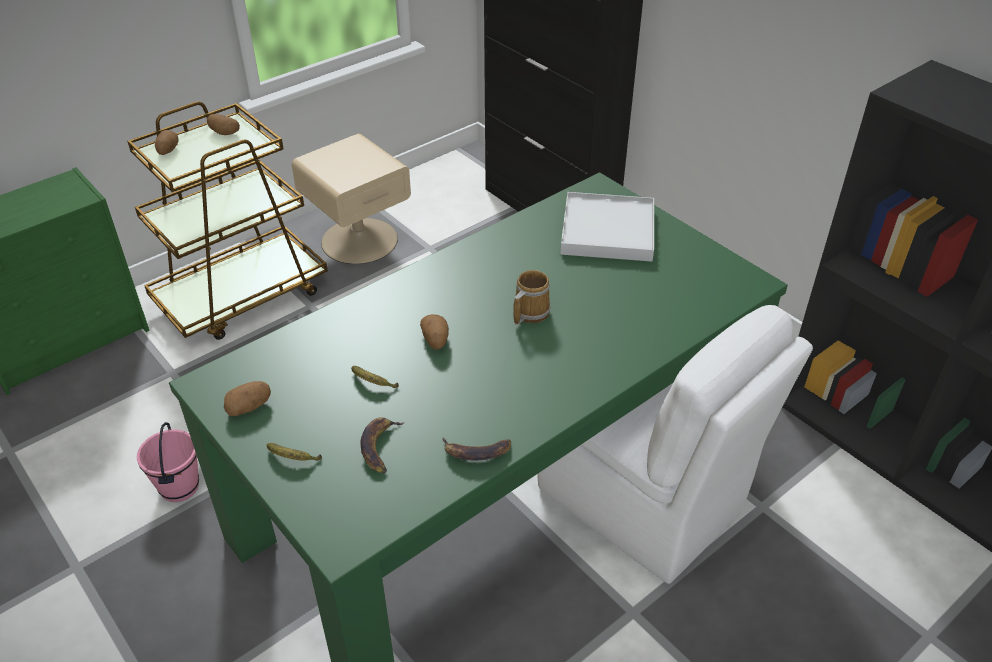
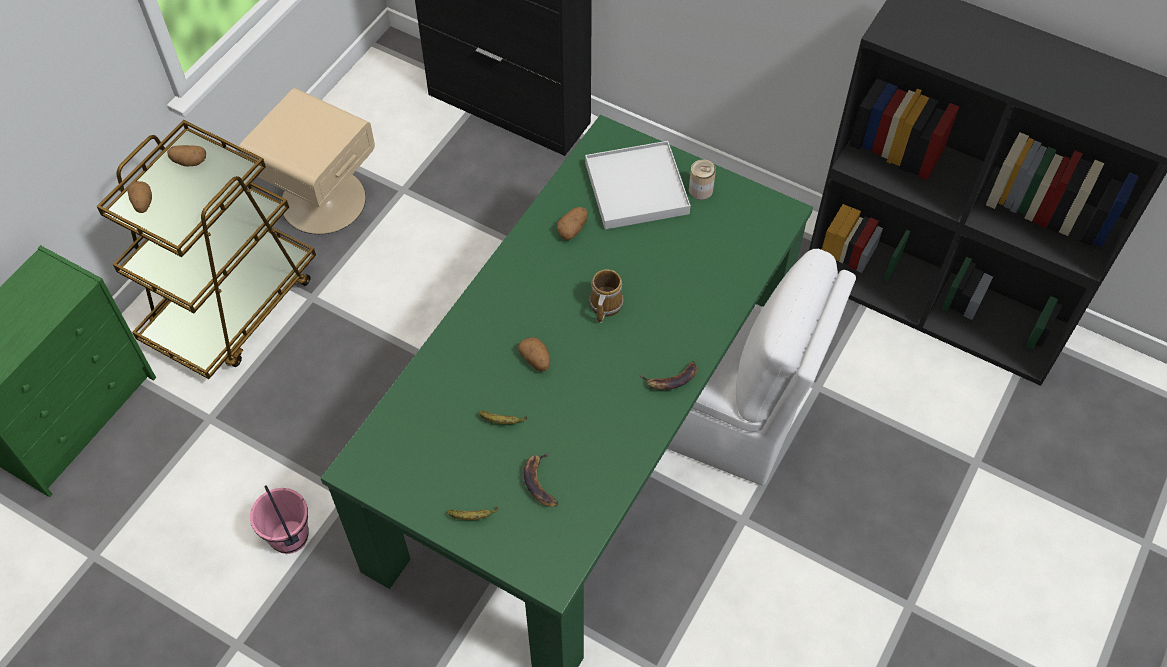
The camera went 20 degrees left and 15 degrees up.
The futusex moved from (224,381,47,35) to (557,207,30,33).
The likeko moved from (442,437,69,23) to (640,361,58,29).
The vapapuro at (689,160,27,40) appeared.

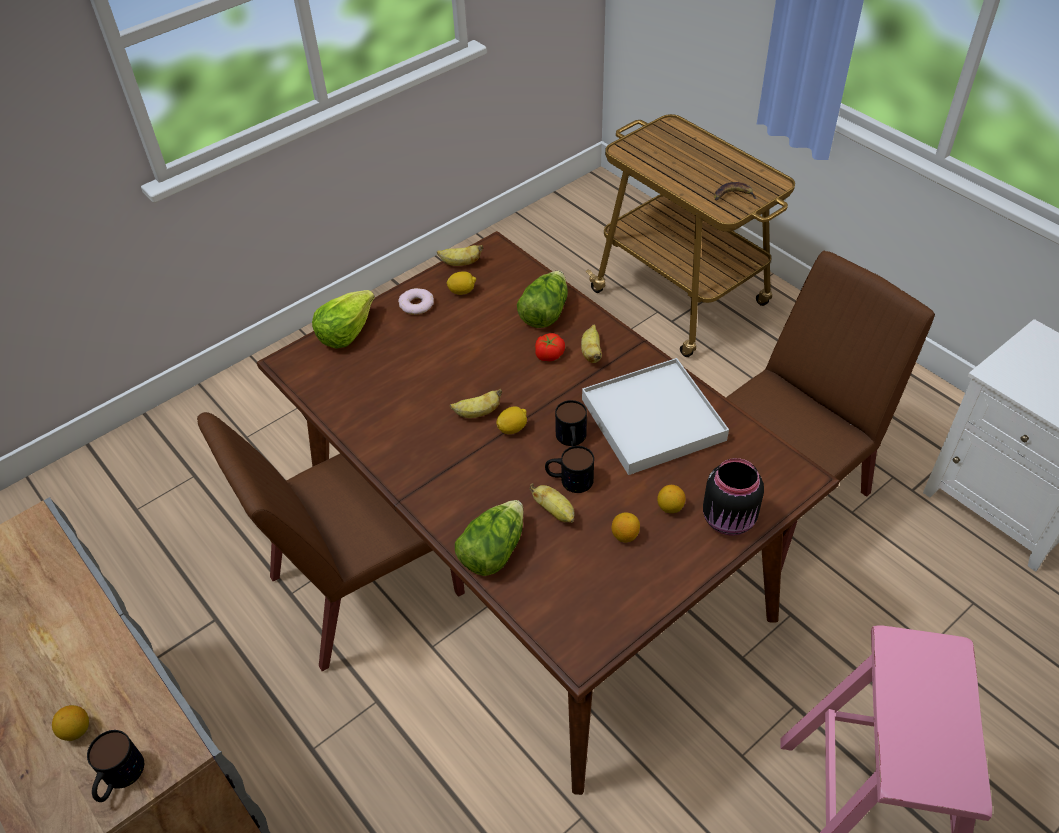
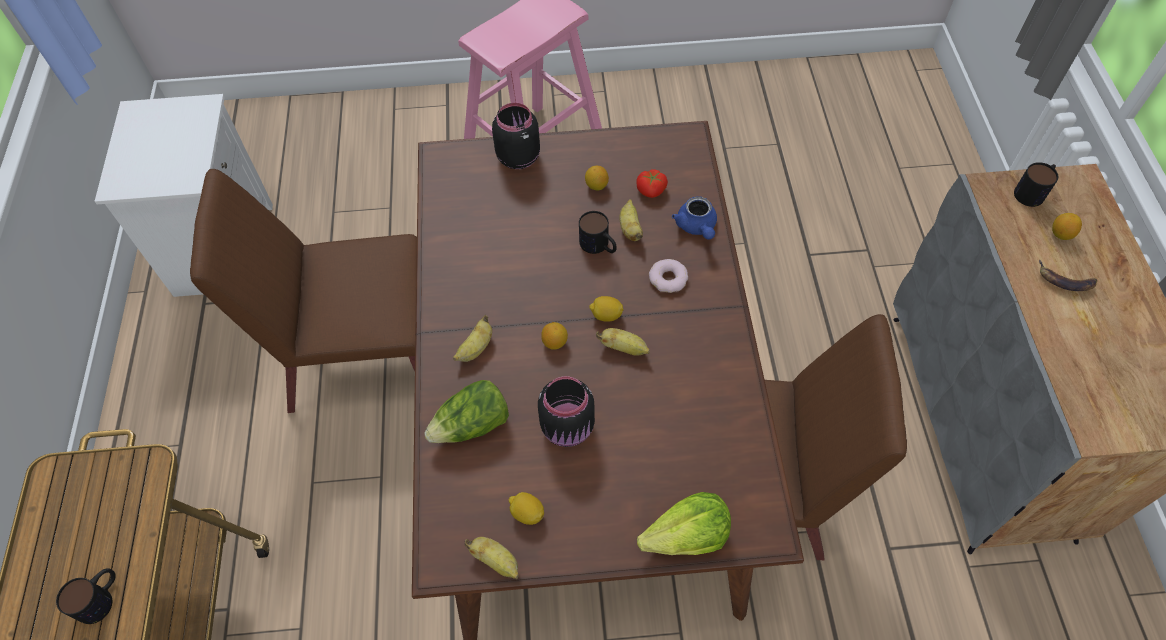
The camera went 145 degrees left and 10 degrees up.
The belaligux moved from (398,288,36,27) to (649,259,39,34).
The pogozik at (455,500,69,76) was replaced by the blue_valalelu at (672,196,45,44).
The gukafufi moved from (535,333,30,28) to (636,169,32,29).
The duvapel moved from (555,400,32,47) to (56,568,60,56).
The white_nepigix at (582,358,147,117) disappeared.
The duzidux moved from (657,485,29,28) to (541,322,27,28).
The likeko moved from (714,182,43,18) to (1039,259,58,32).
The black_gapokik at (538,376,57,71) appeared.

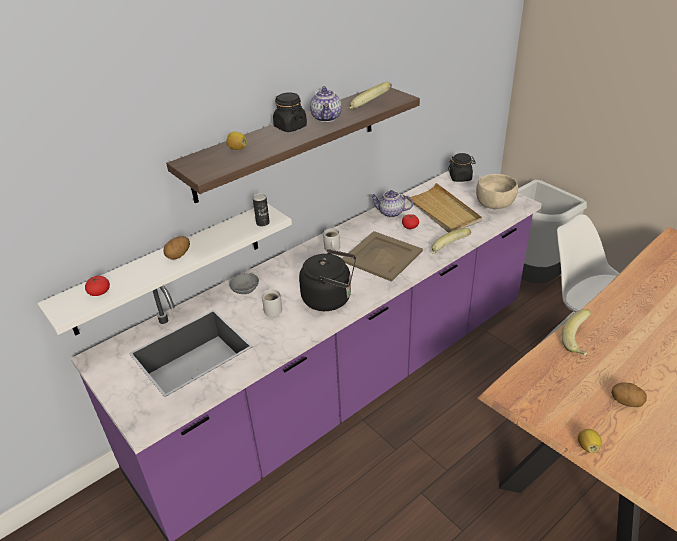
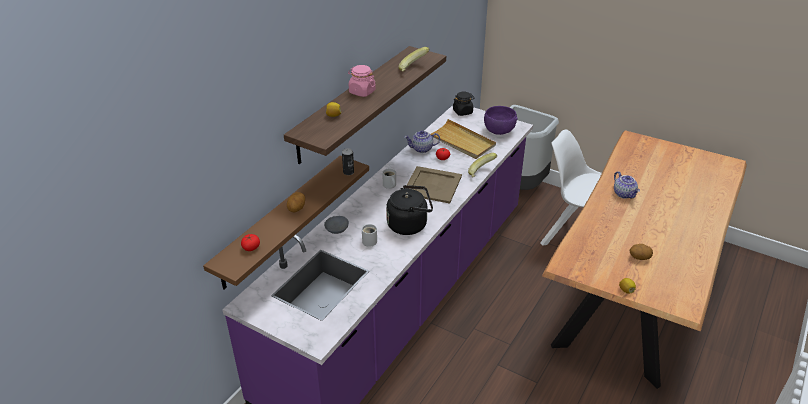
The camera went 20 degrees left and 0 degrees up.
The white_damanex at (37,203,255,133) became the brown_damanex at (203,155,166,135).
The black_gapokik at (273,93,34,39) became the pink_gapokik at (348,65,28,32).
The valalelu moved from (310,86,32,36) to (614,171,26,28).
The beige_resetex at (476,174,42,35) became the purple_resetex at (484,106,34,29).
The likeko at (562,309,29,47) disappeared.

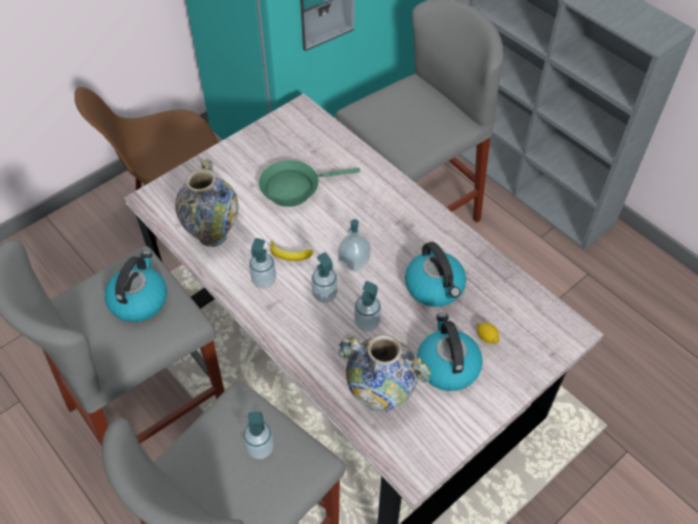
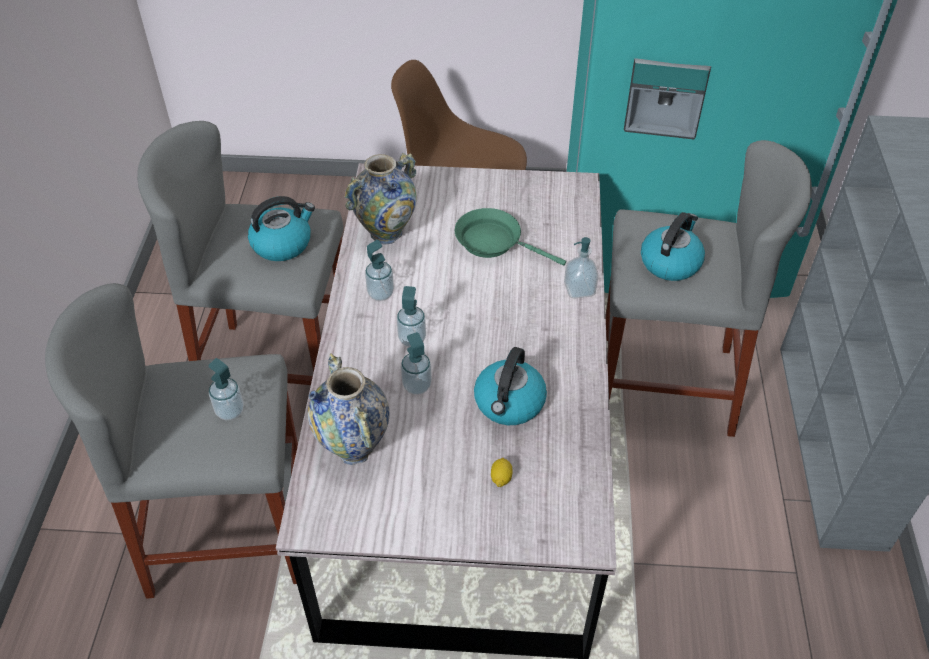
The camera went 45 degrees right and 5 degrees down.
The likeko at (270,241,43,20) disappeared.
The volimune moved from (338,219,33,53) to (564,237,34,62).
The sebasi moved from (417,313,66,78) to (641,212,64,69).

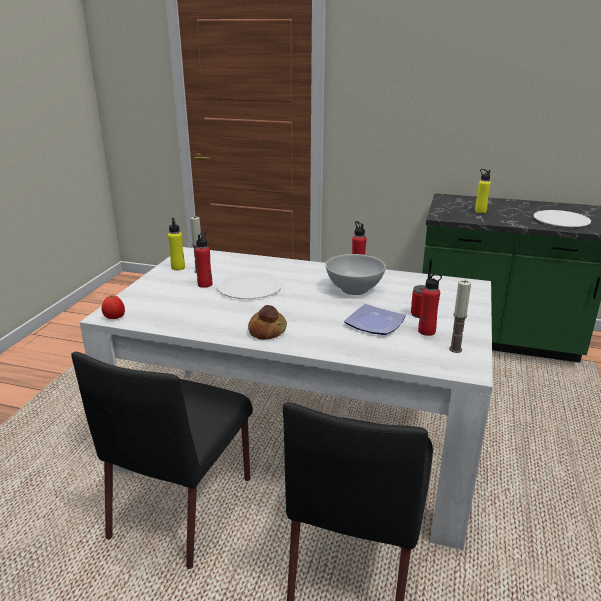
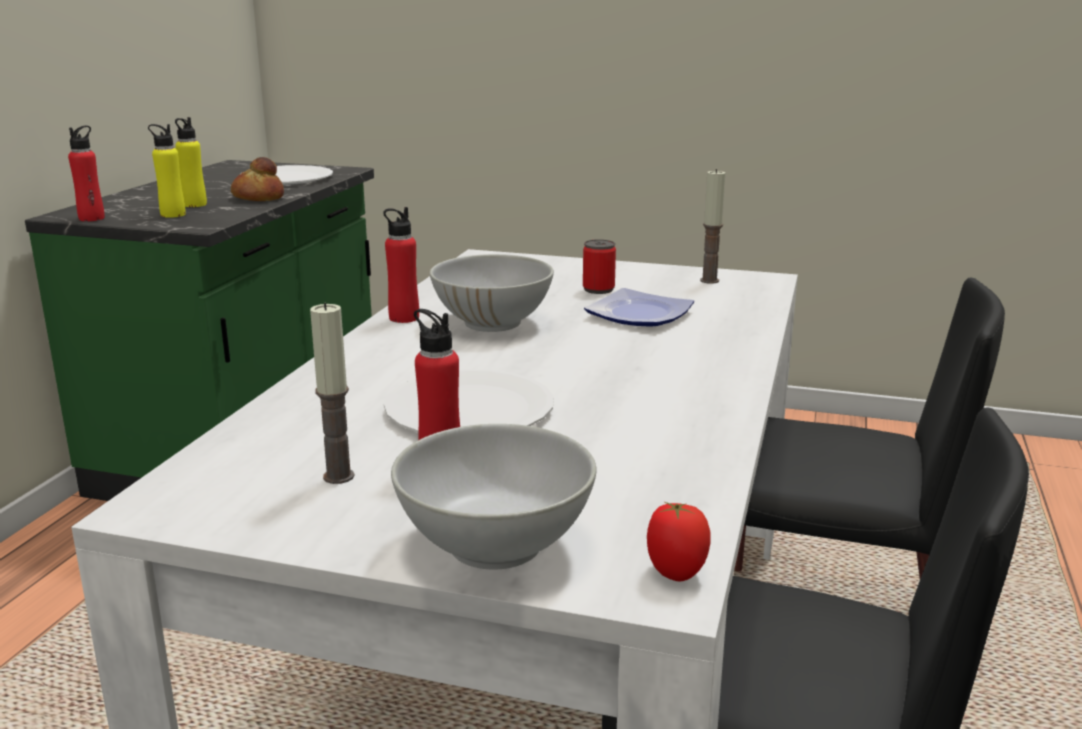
The camera went 90 degrees left and 5 degrees down.
The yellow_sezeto moved from (168,218,17,53) to (148,124,38,94).
The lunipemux moved from (248,305,39,35) to (231,157,53,44).
The red_sezeto moved from (418,272,24,64) to (68,125,37,96).
The white_resetex at (391,424,206,146) appeared.

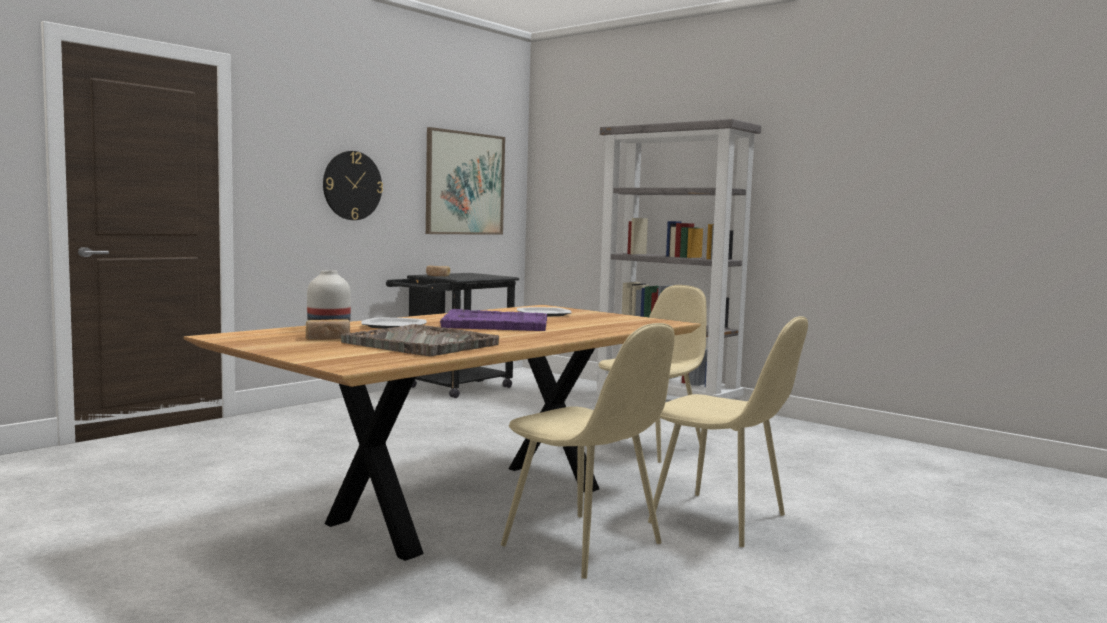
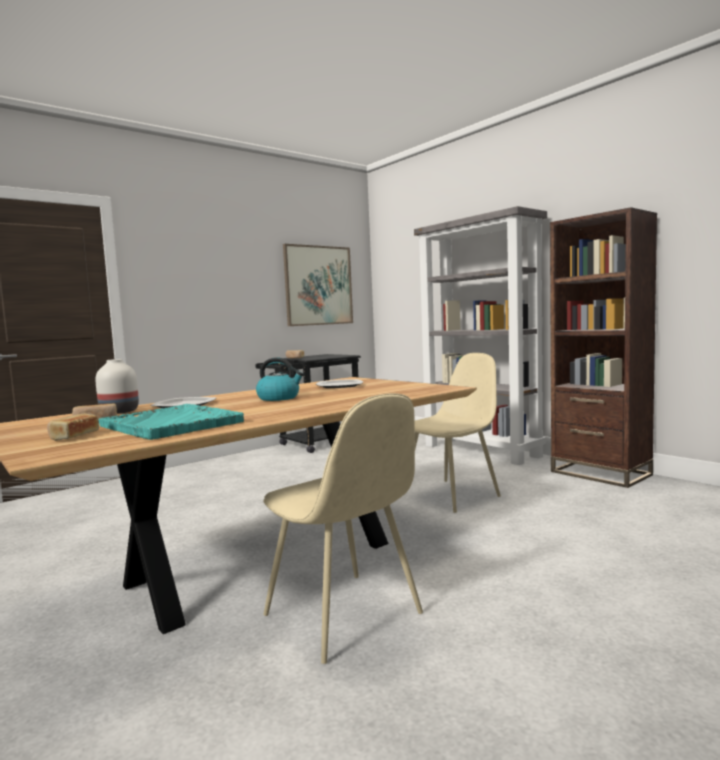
The camera went 10 degrees right and 0 degrees up.
The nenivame at (323,151,60,69) disappeared.
The grey_nepigix at (341,324,158,32) became the turquoise_nepigix at (99,404,145,36).
The purple_nepigix at (440,309,107,22) was replaced by the sebasi at (256,357,48,44).
The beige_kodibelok at (648,316,160,231) disappeared.
The lunipemux at (47,413,52,28) appeared.
The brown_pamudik at (550,207,107,281) appeared.

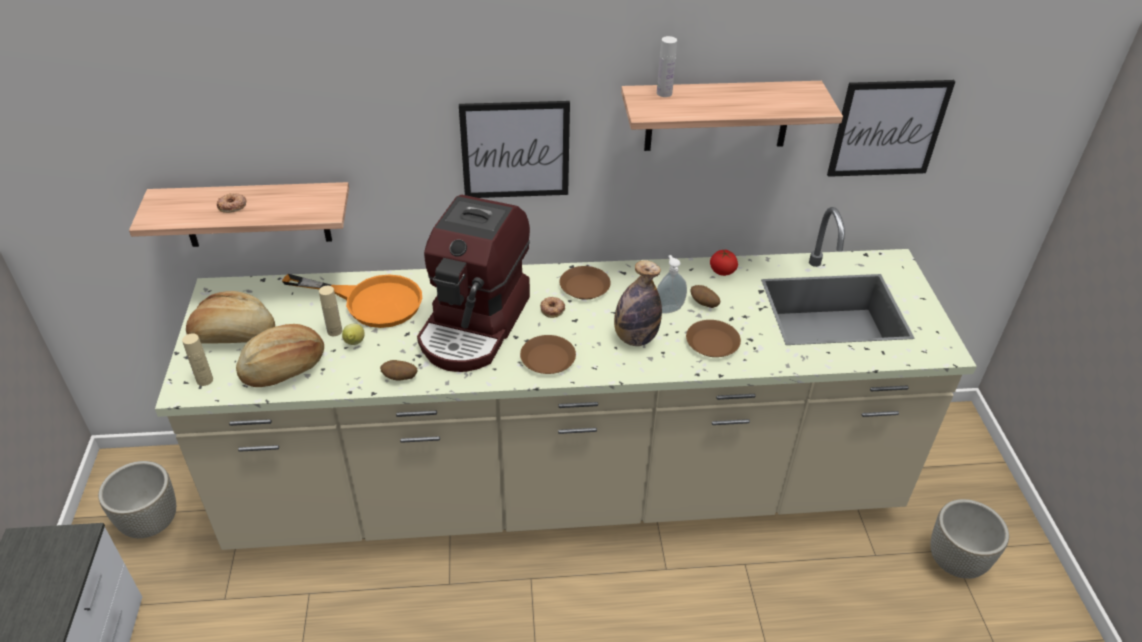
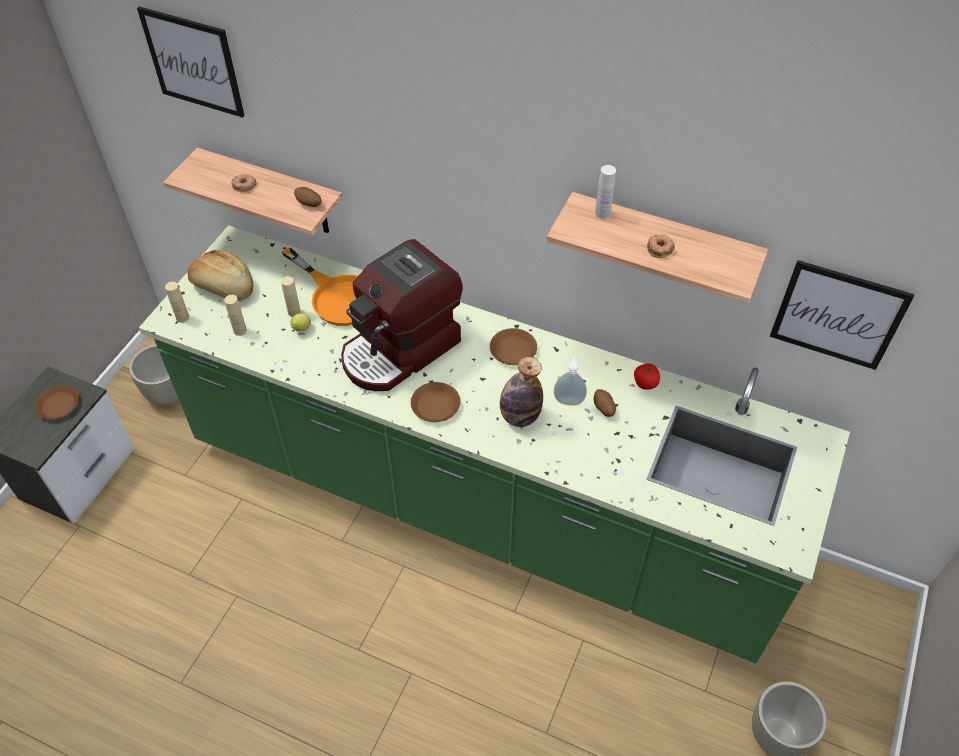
The camera went 30 degrees right and 10 degrees up.
The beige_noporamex at (155,207,822,343) became the green_noporamex at (139,225,711,439).
The lunipemux at (236,324,88,63) was replaced by the beige_sezeto at (224,295,23,41).
The futusex moved from (380,360,37,21) to (294,187,28,20).
The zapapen moved from (459,101,111,97) to (137,6,108,112).
The belaligux moved from (540,297,25,21) to (647,234,28,24).
The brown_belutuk moved from (686,320,55,37) to (34,385,45,35).

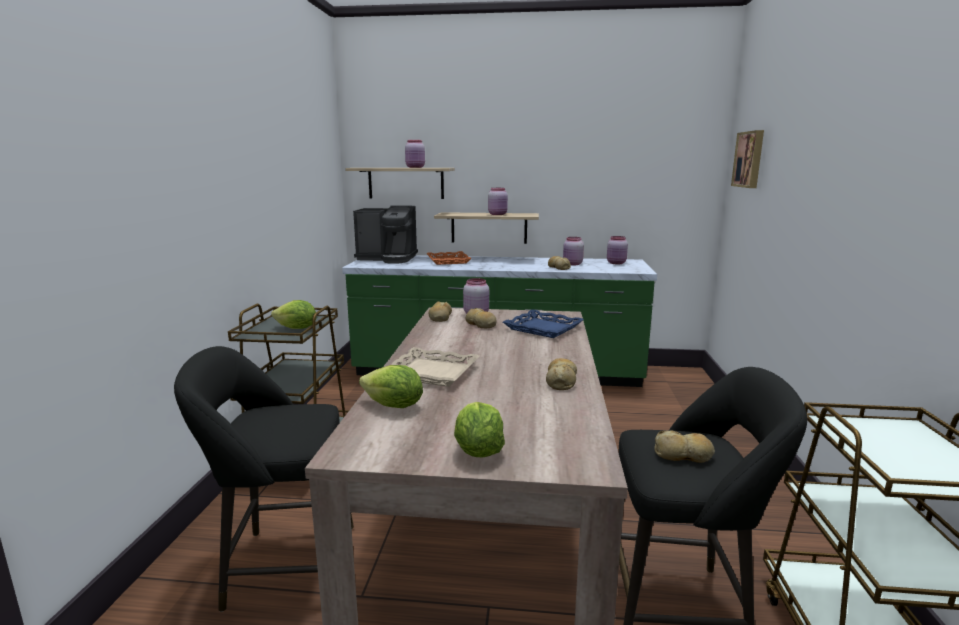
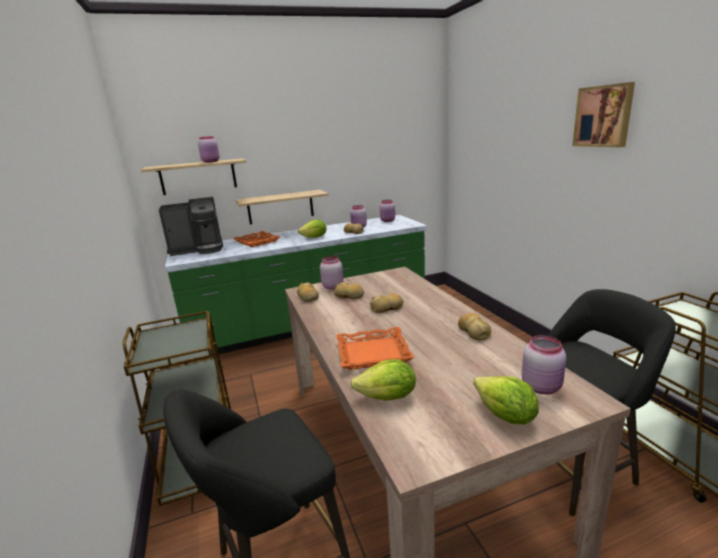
The camera went 25 degrees left and 5 degrees up.
The pogozik moved from (271,300,46,29) to (298,220,28,18).
The beige_nepigix at (392,347,88,40) became the orange_nepigix at (336,327,78,43).
The pink_gapokik moved from (488,188,20,27) to (522,335,44,60).
The blue_nepigix at (503,309,81,29) disappeared.
The lunipemux moved from (654,431,61,32) to (370,293,34,20).
The zapapen moved from (731,130,33,58) to (572,82,63,65).

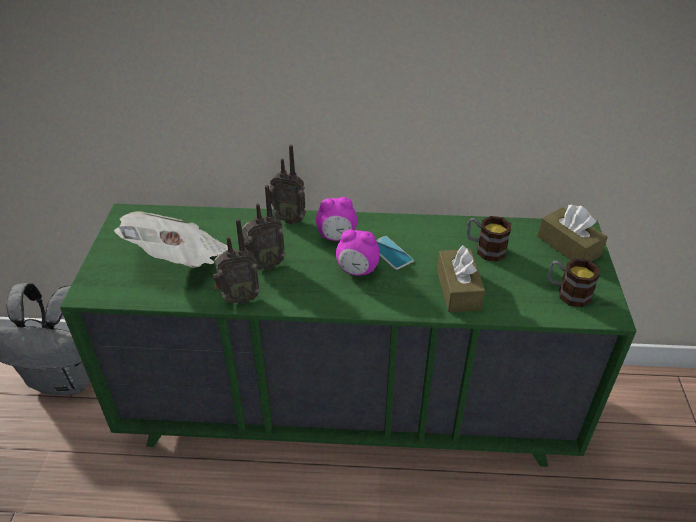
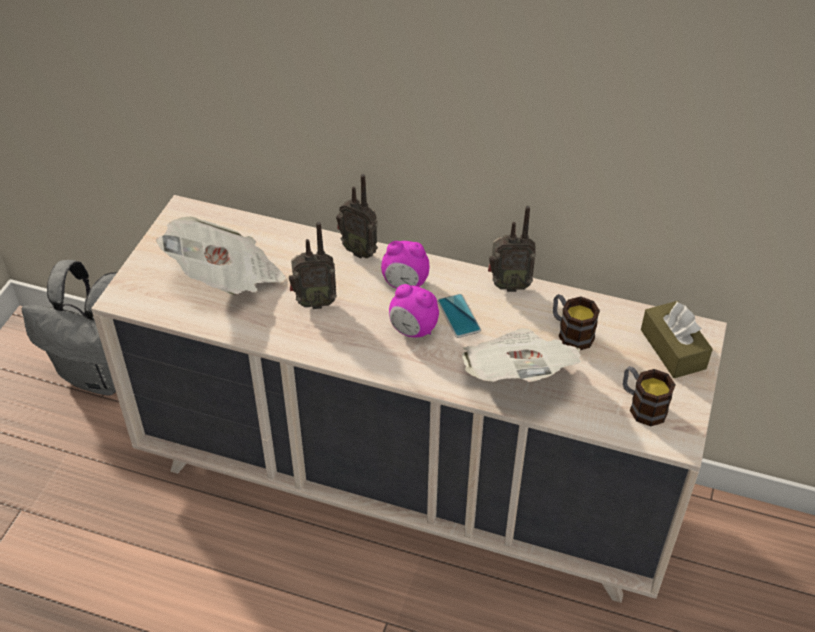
The camera went 15 degrees right and 5 degrees up.
The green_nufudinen at (60,204,576,263) became the beige_nufudinen at (91,195,636,408).
The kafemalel moved from (213,218,47,87) to (488,206,48,86).
The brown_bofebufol at (437,245,48,67) was replaced by the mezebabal at (462,328,119,54).

